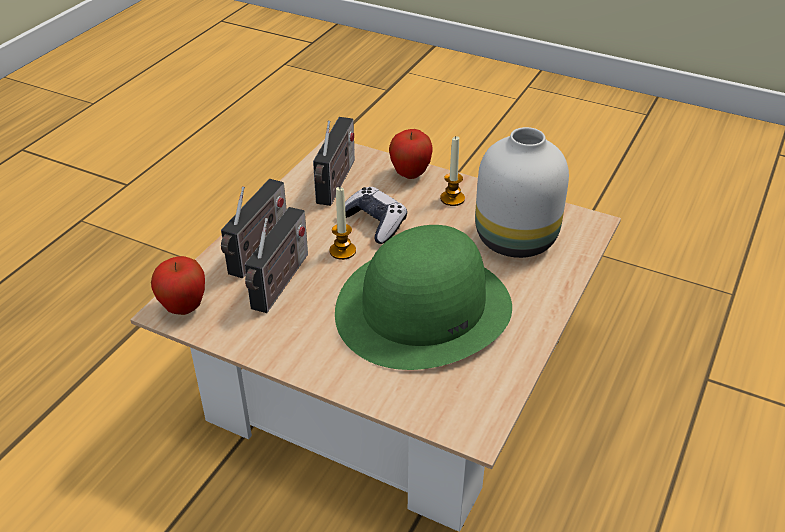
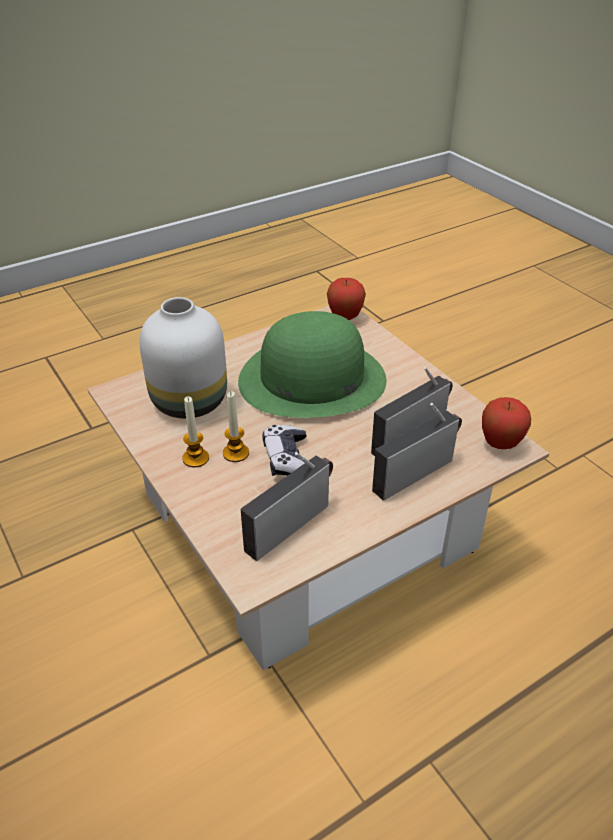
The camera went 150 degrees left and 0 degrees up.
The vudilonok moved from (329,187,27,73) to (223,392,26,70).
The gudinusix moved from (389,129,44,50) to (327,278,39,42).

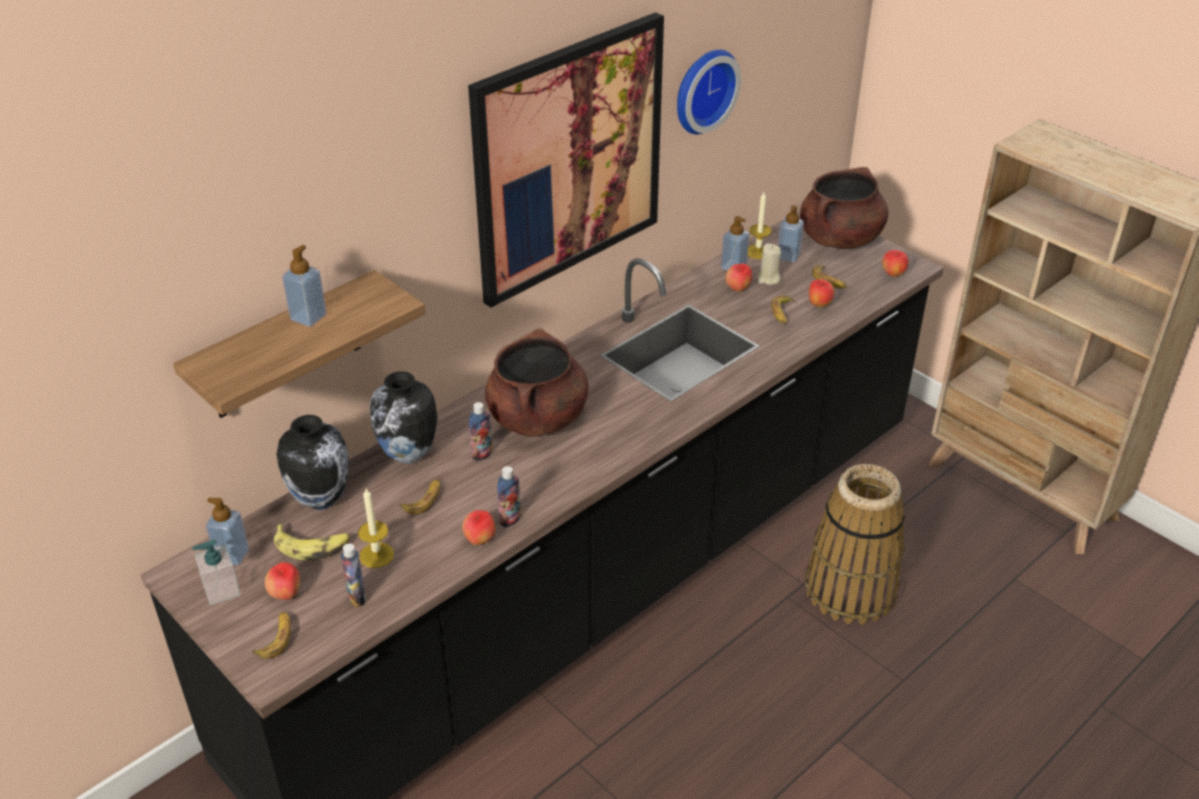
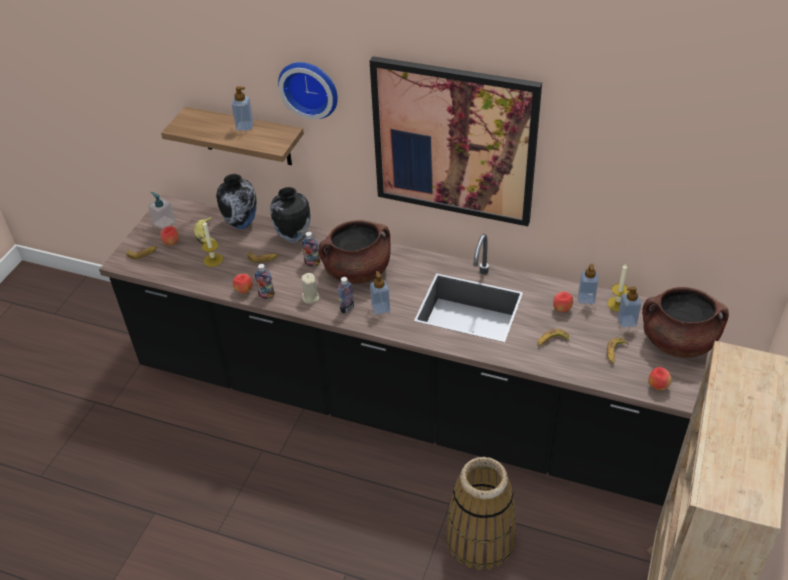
The camera went 65 degrees right and 5 degrees up.
The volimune moved from (206,498,43,68) to (370,271,20,44).
The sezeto moved from (341,543,25,64) to (338,277,16,37).
The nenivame moved from (677,50,64,84) to (278,62,60,58).
The beige_vudilonok moved from (757,244,24,41) to (302,273,17,31).
The gudinusix at (809,279,26,28) disappeared.

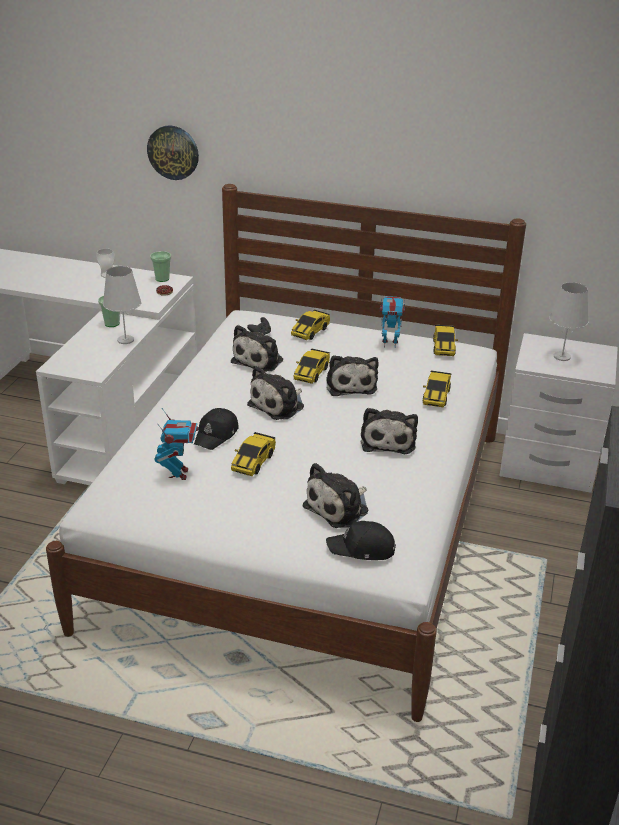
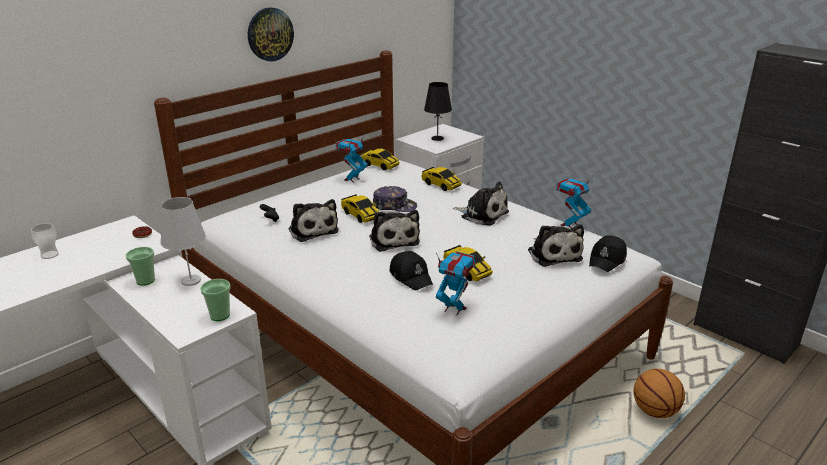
The camera went 60 degrees left and 5 degrees down.
The nenivame moved from (147,125,52,55) to (248,7,46,54).
The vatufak moved from (150,251,21,31) to (200,279,31,42).
The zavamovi at (291,309,39,31) disappeared.
The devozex at (326,355,53,41) was replaced by the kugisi at (373,186,44,26).
The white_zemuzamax at (549,282,40,79) became the black_zemuzamax at (424,82,28,59).
The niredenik at (556,175,37,53) appeared.
The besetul at (633,369,52,49) appeared.

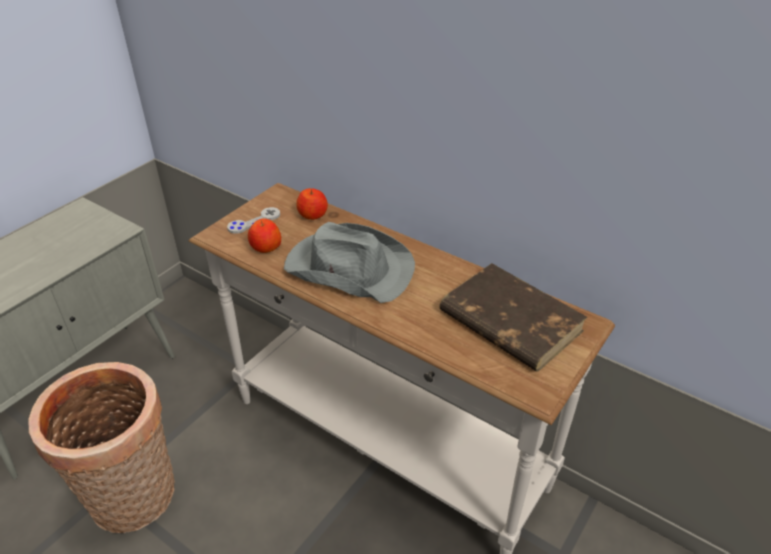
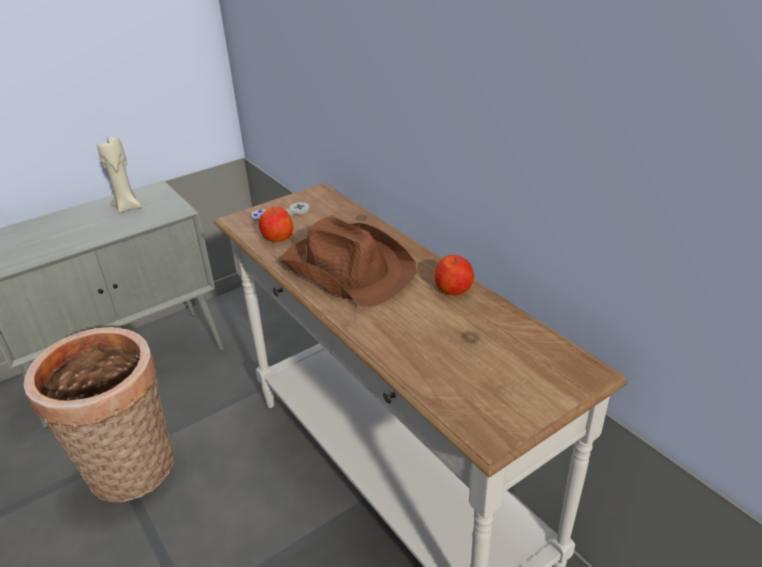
The camera went 20 degrees right and 5 degrees down.
The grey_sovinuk at (284,222,131,81) became the brown_sovinuk at (279,215,137,92).
The gudinusix moved from (296,188,32,32) to (434,255,40,40).
The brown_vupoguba at (440,263,148,109) disappeared.
The beige_vudilonok at (97,137,45,76) appeared.

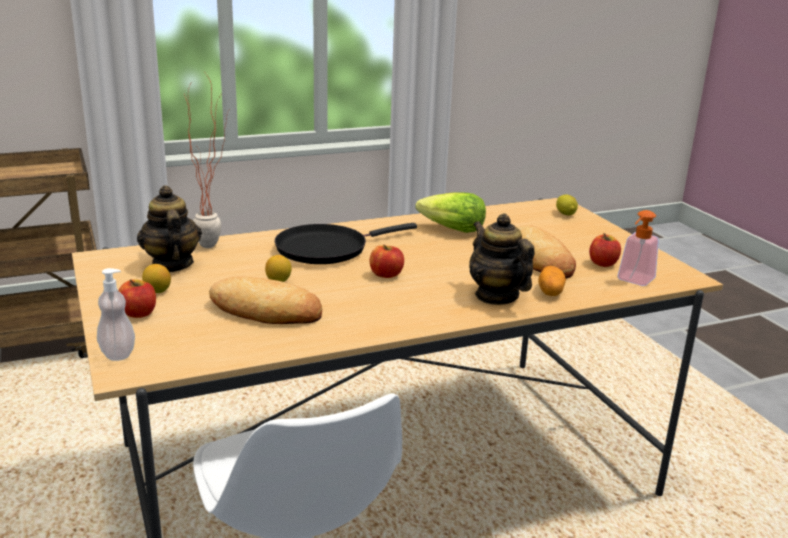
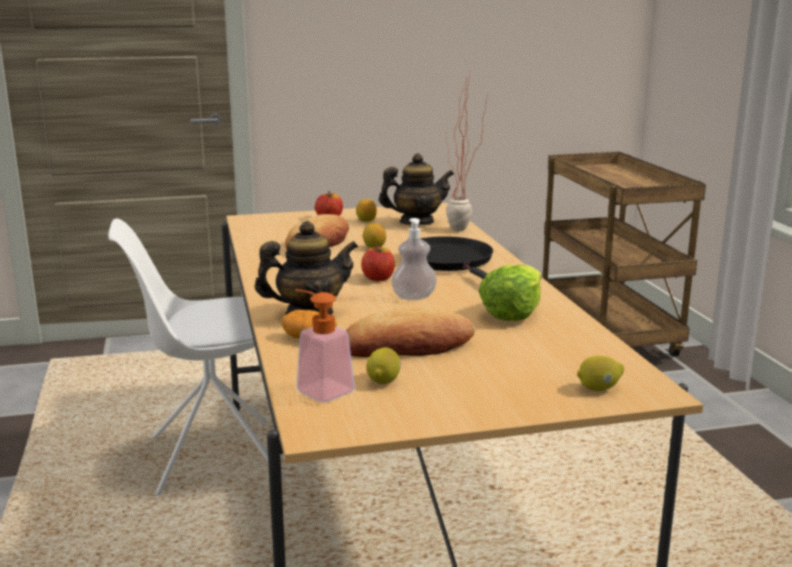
The camera went 100 degrees right and 5 degrees down.
The volimune moved from (97,268,38,93) to (391,218,46,82).
The gudinusix at (589,233,32,34) was replaced by the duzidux at (367,348,34,36).

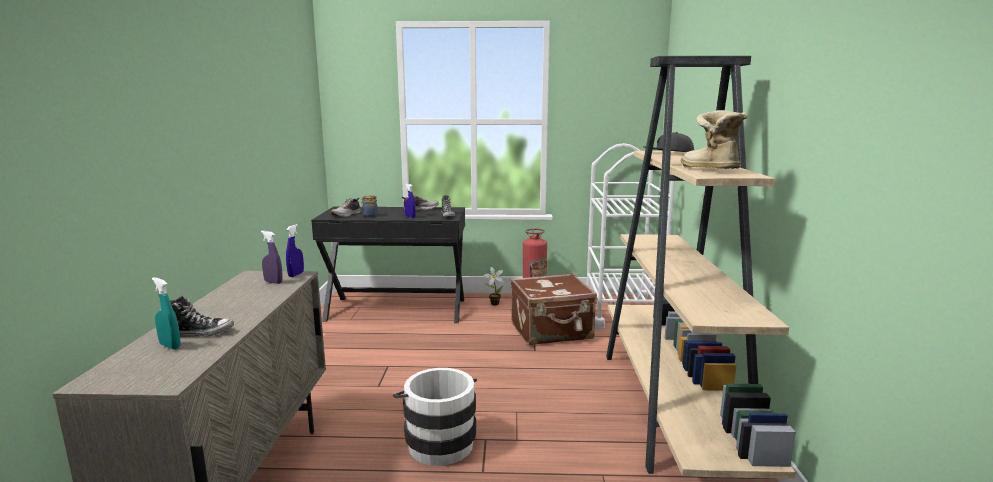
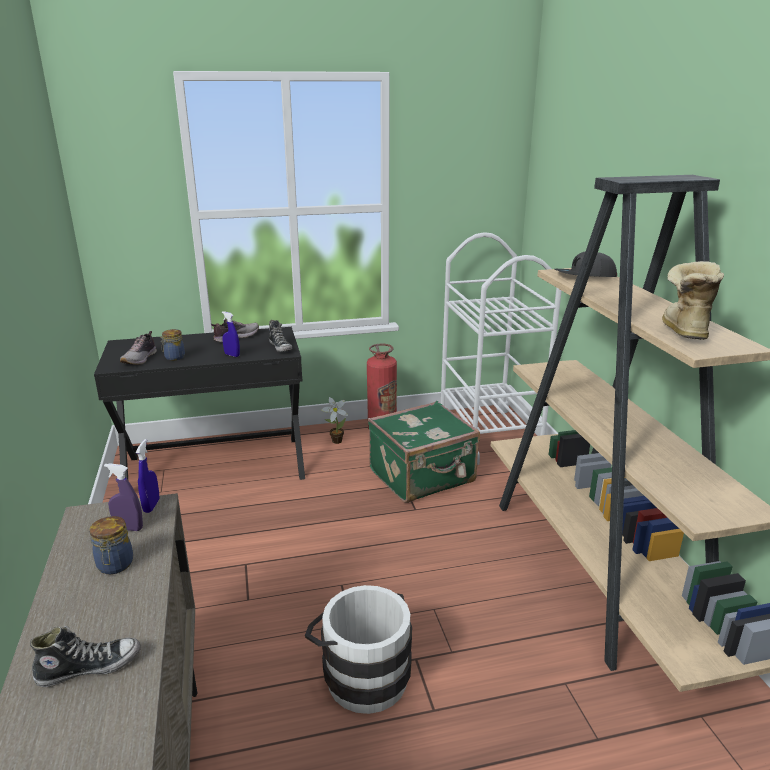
The camera went 15 degrees left and 10 degrees up.
The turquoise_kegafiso at (152,277,28,72) disappeared.
The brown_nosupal at (511,273,86,72) became the green_nosupal at (368,401,112,102).
The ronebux at (681,110,66,59) turned 45 degrees clockwise.
The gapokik at (89,516,44,58) appeared.

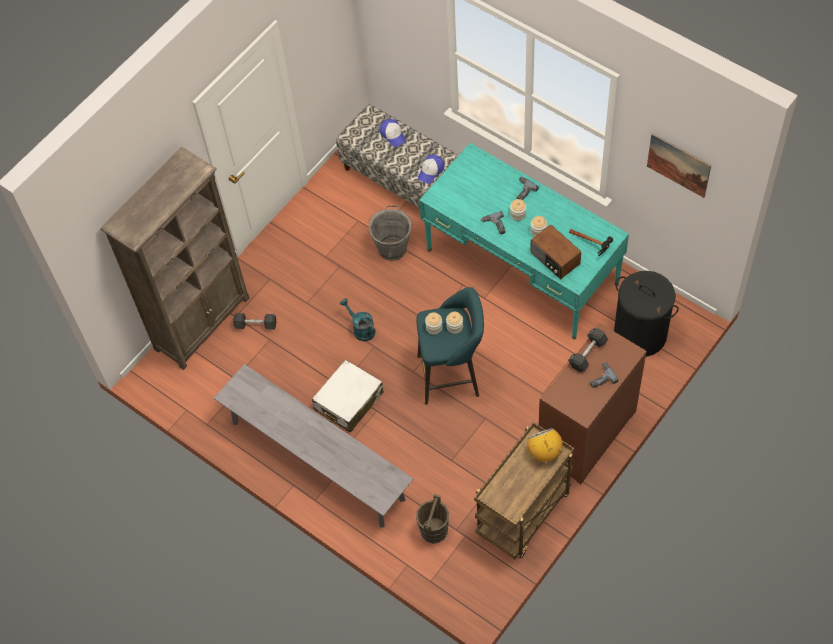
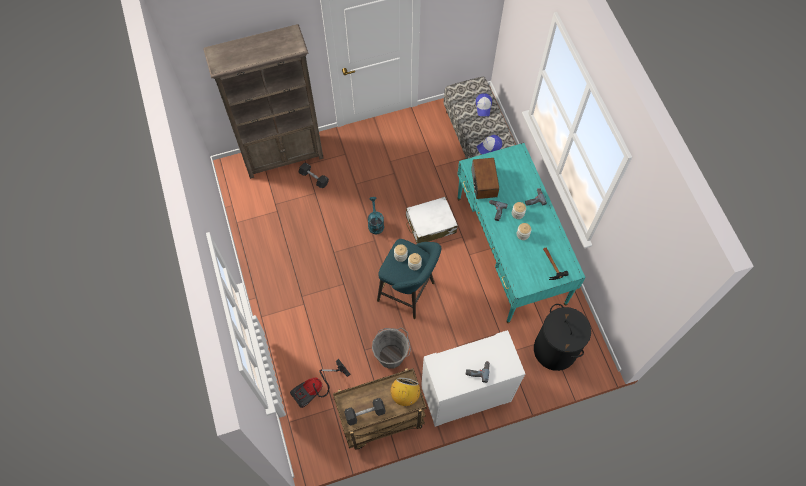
The camera went 30 degrees right and 5 degrees up.
The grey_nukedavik at (214,364,200,163) disappeared.
The white_nosupal moved from (312,360,72,72) to (406,197,52,47).
The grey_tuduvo moved from (368,205,46,56) to (372,328,39,41).
The brown_tuduvo at (416,494,33,50) was replaced by the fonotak at (290,359,61,49).
The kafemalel moved from (530,224,51,55) to (471,158,28,41).
The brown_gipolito at (539,323,108,161) became the white_gipolito at (421,330,104,97).
The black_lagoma moved from (568,328,40,44) to (344,398,42,28).
The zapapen at (647,133,64,65) disappeared.

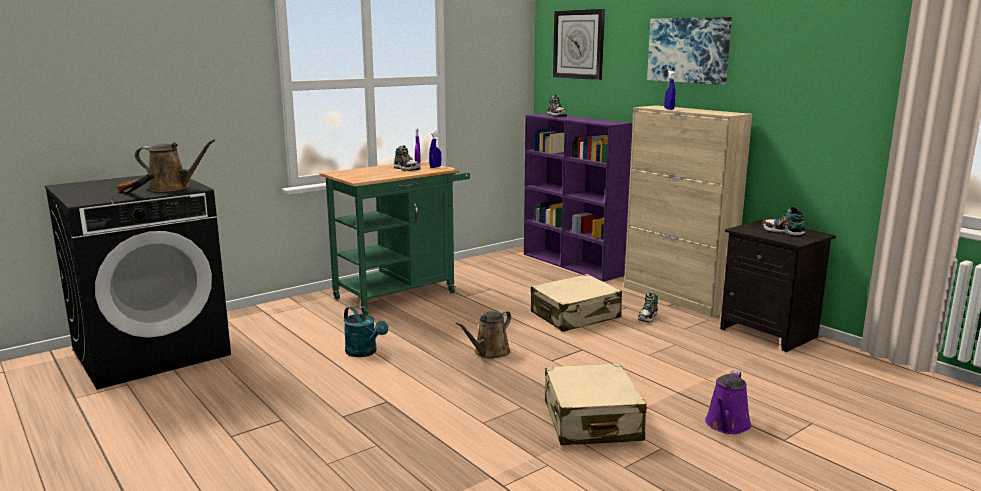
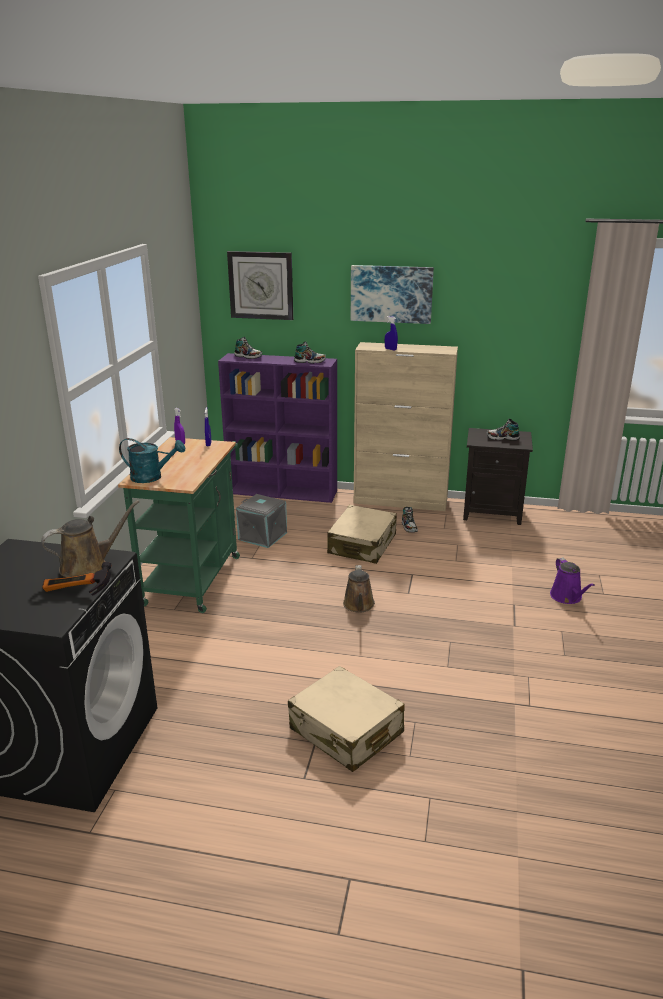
The camera went 40 degrees left and 10 degrees up.
The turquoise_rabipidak moved from (344,307,44,50) to (119,438,66,45).
The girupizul moved from (394,145,27,26) to (294,341,32,23).
The beige_nosupal moved from (544,363,103,82) to (288,666,117,106).
The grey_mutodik at (236,494,51,54) appeared.

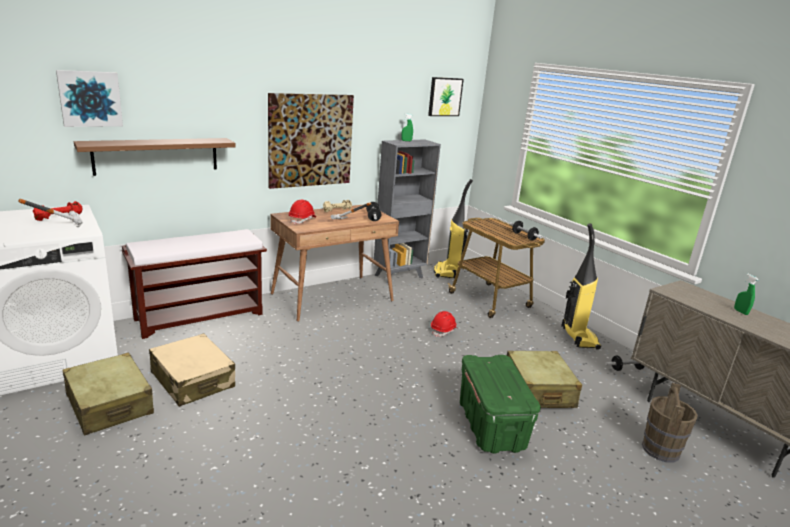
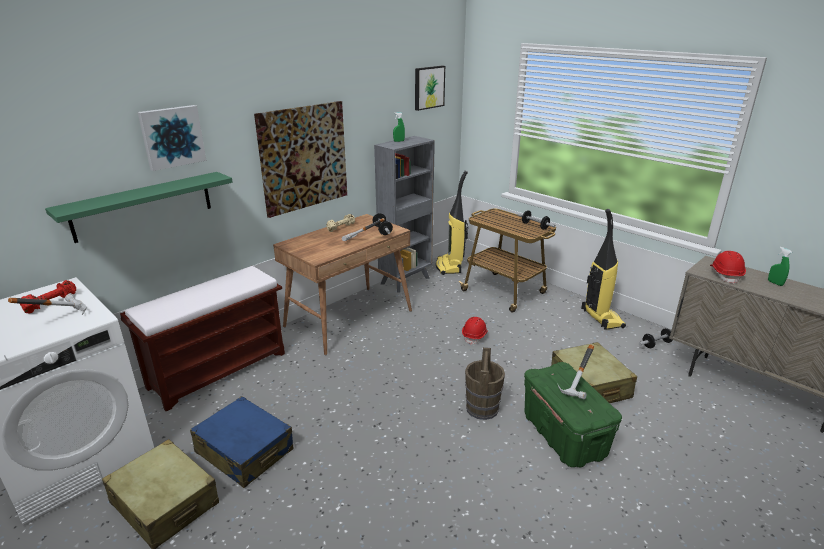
The camera went 10 degrees left and 5 degrees up.
The zapapen moved from (56,70,67,57) to (138,105,68,66).
The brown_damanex at (74,138,162,38) became the green_damanex at (45,172,188,71).
The beige_nosupal at (149,333,86,74) became the blue_nosupal at (190,396,103,92).
The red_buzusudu moved from (289,200,27,24) to (710,251,36,33).
The brown_tuduvo moved from (642,383,56,79) to (465,347,40,73).
The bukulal at (557,345,37,54) appeared.

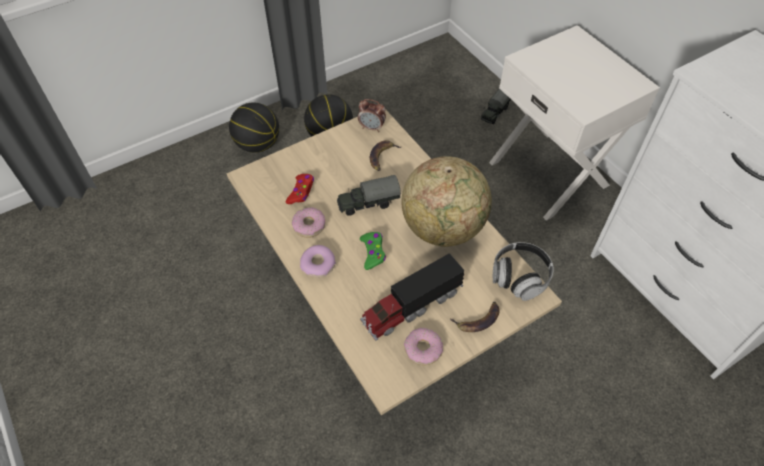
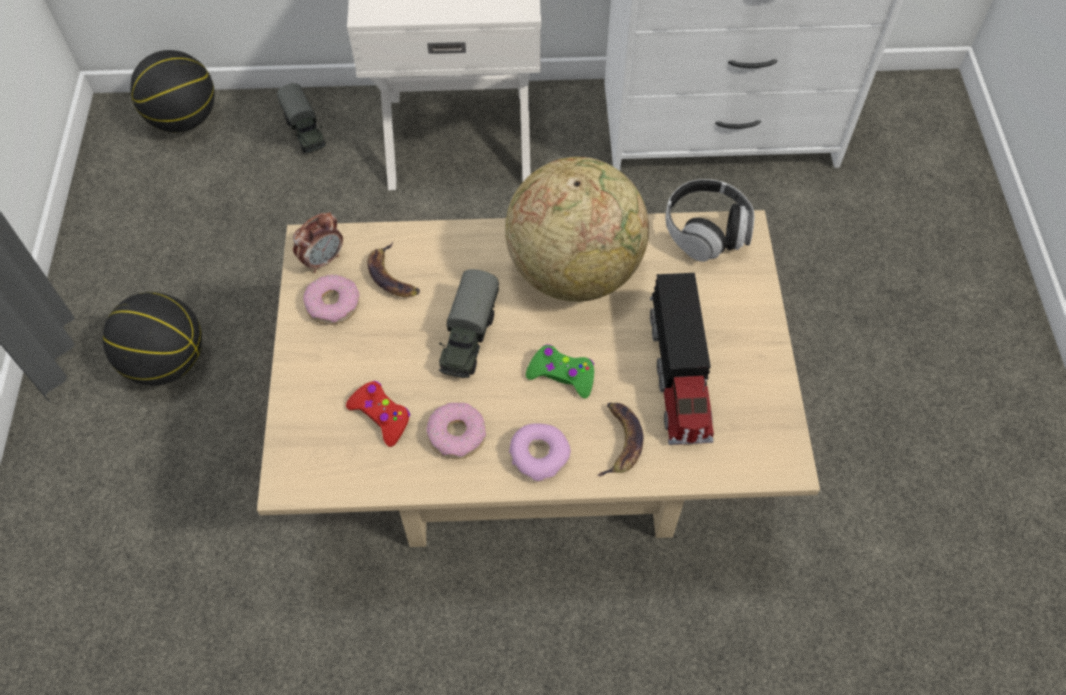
The camera went 60 degrees left and 5 degrees up.
The besetul moved from (229,102,50,51) to (130,50,85,82).
The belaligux moved from (404,328,39,37) to (303,275,57,50).
The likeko moved from (450,302,50,30) to (597,402,46,75).

